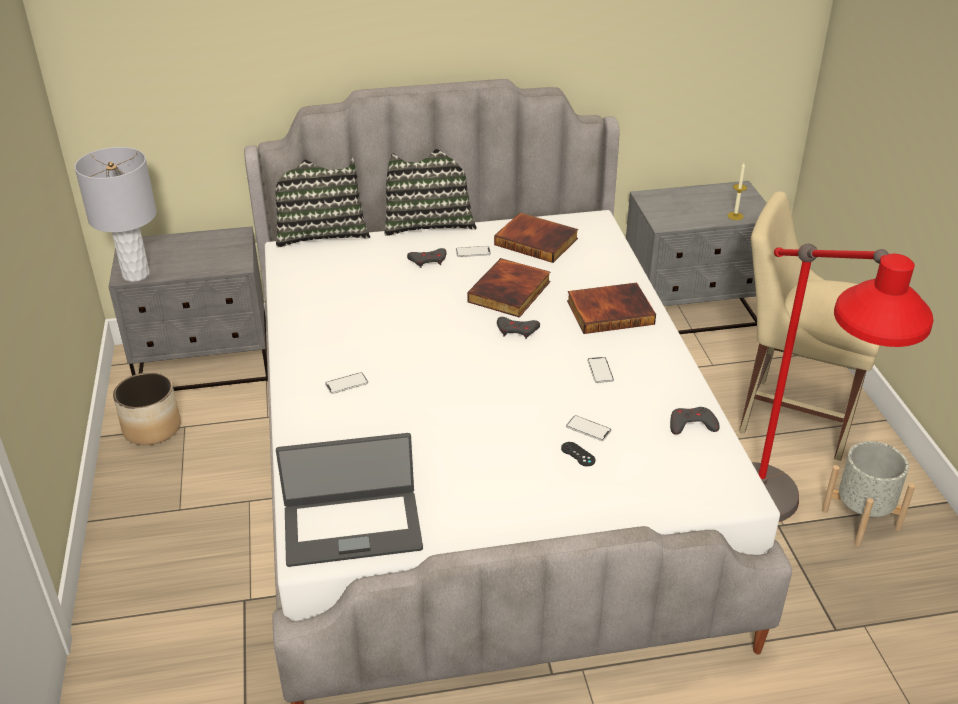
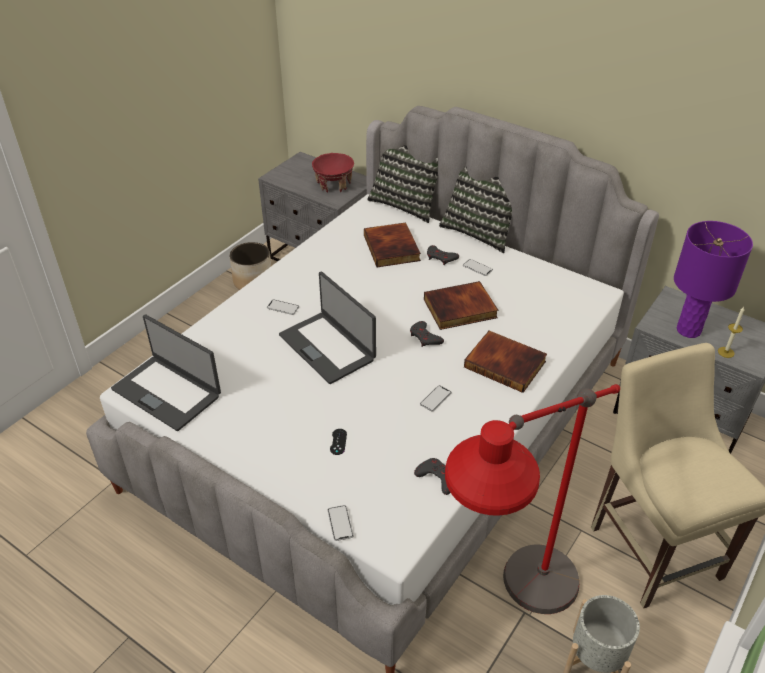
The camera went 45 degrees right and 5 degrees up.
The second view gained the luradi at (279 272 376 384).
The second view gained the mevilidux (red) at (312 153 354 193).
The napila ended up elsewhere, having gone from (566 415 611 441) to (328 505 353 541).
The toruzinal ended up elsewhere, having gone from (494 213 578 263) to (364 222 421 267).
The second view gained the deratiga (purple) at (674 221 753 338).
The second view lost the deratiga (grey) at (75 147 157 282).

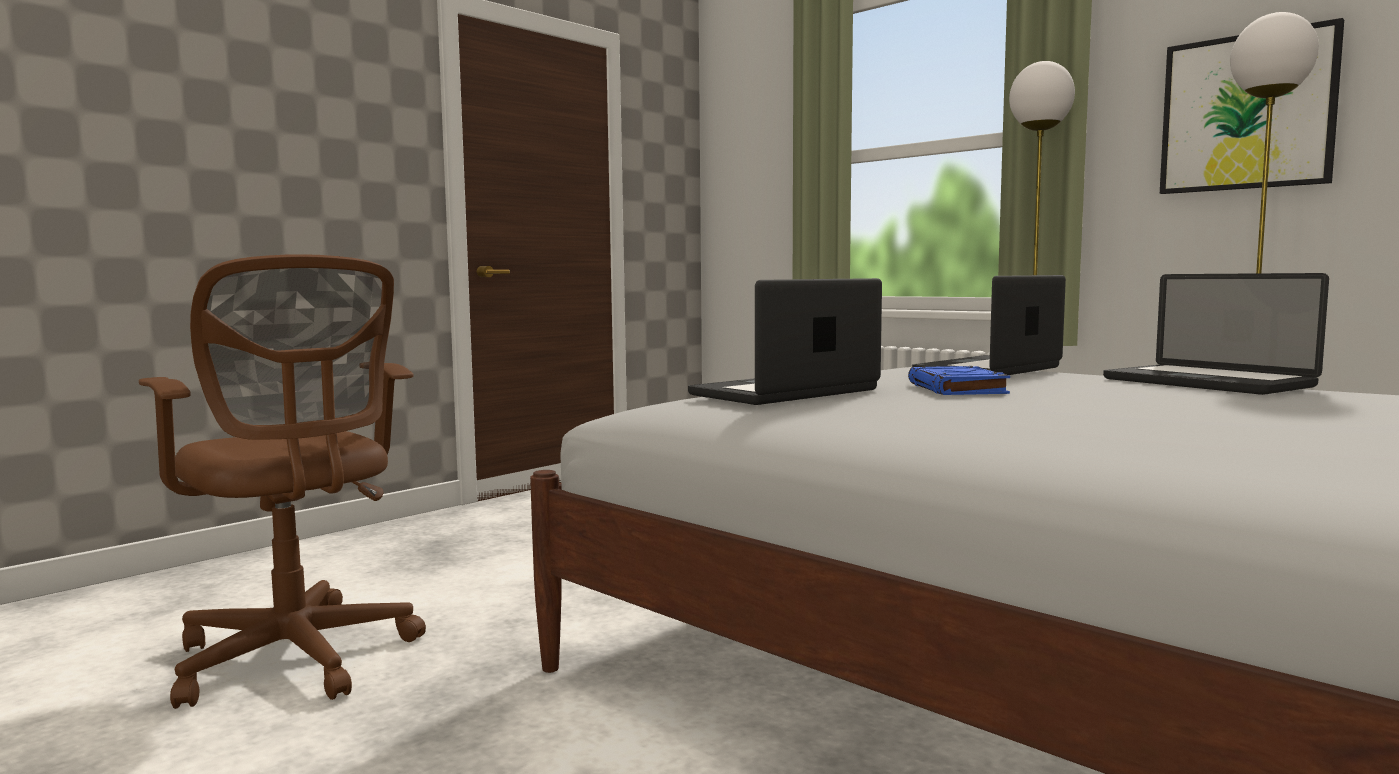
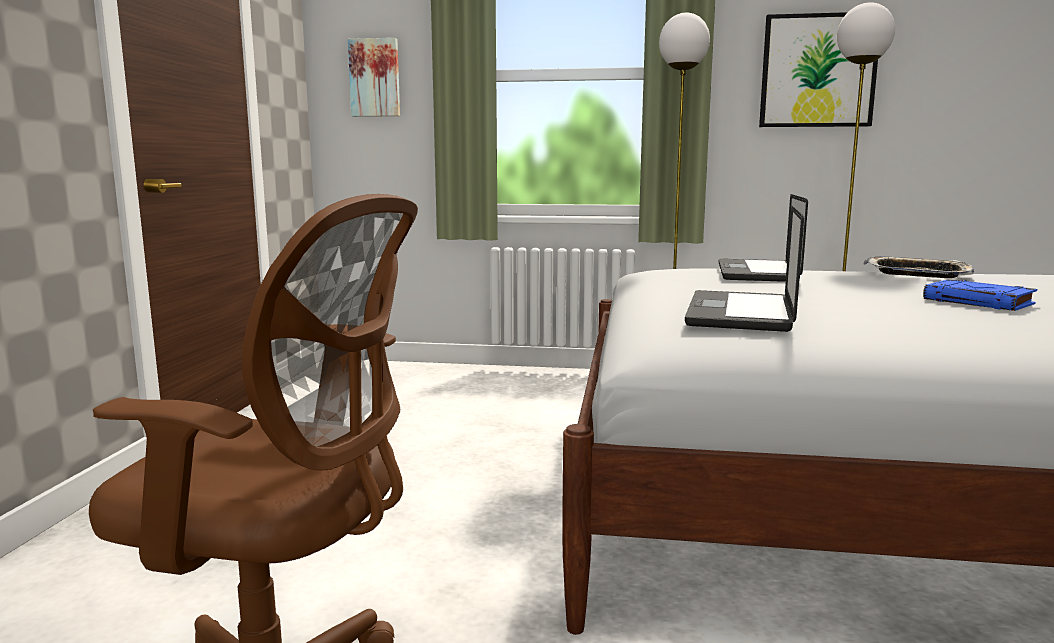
The camera went 35 degrees left and 5 degrees up.
The second view gained the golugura at (348 38 400 117).
Where the luradi stood at (1103 273 1329 395), the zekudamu came to stand at (863 256 974 278).
The toruzinal (blue) ended up elsewhere, having gone from (908 366 1010 395) to (923 279 1037 311).

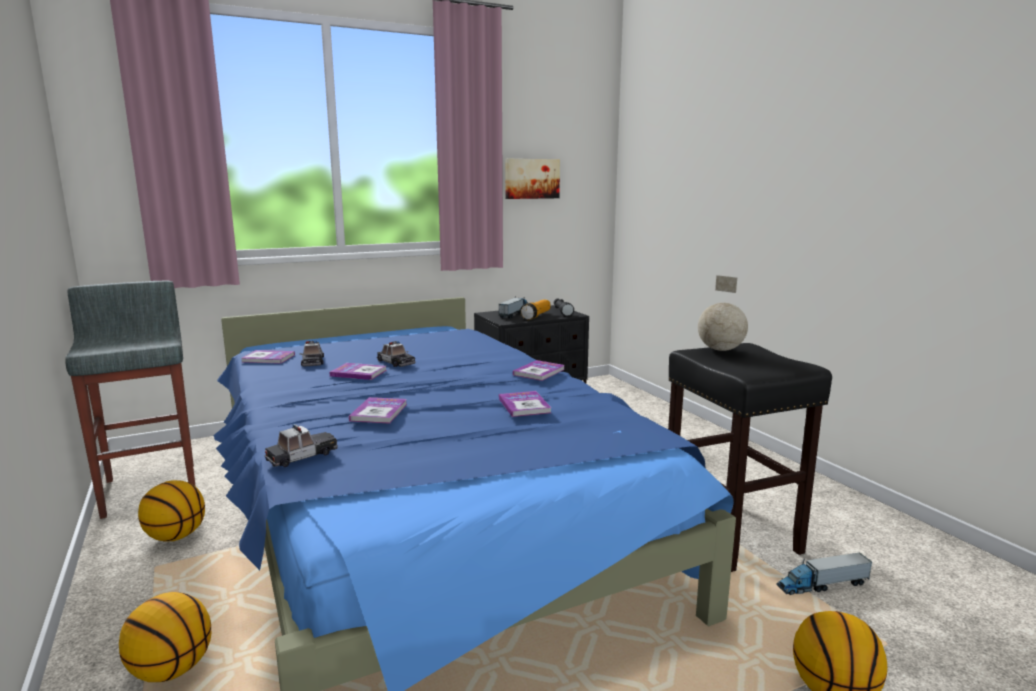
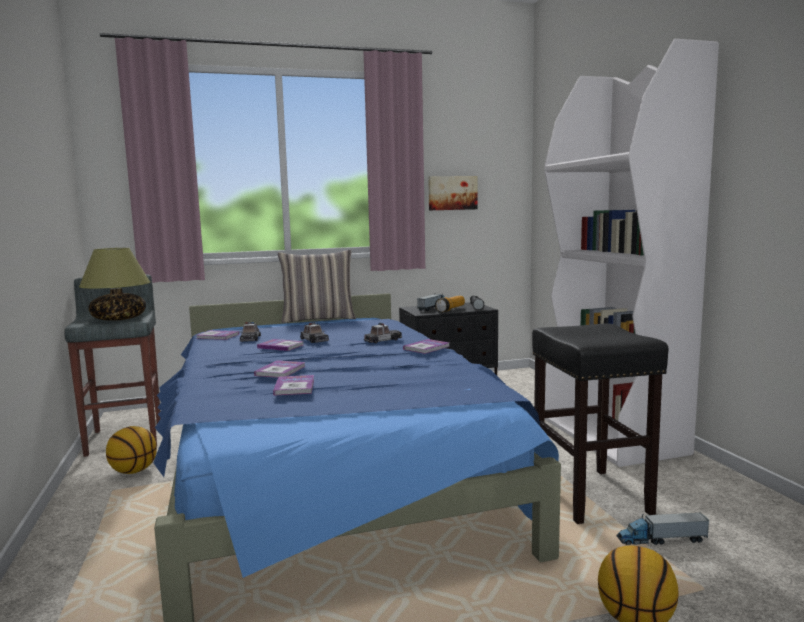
The camera went 10 degrees right and 5 degrees down.
The second view gained the deratiga at (79 248 150 321).
The toruzinal ended up elsewhere, having gone from (499 391 551 417) to (273 375 314 396).
The second view gained the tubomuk at (278 250 356 323).
The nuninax ended up elsewhere, having gone from (265 424 338 467) to (364 322 402 344).
The second view gained the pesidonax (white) at (545 39 719 467).
The second view lost the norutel at (119 592 211 682).
The second view lost the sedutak at (698 275 748 351).

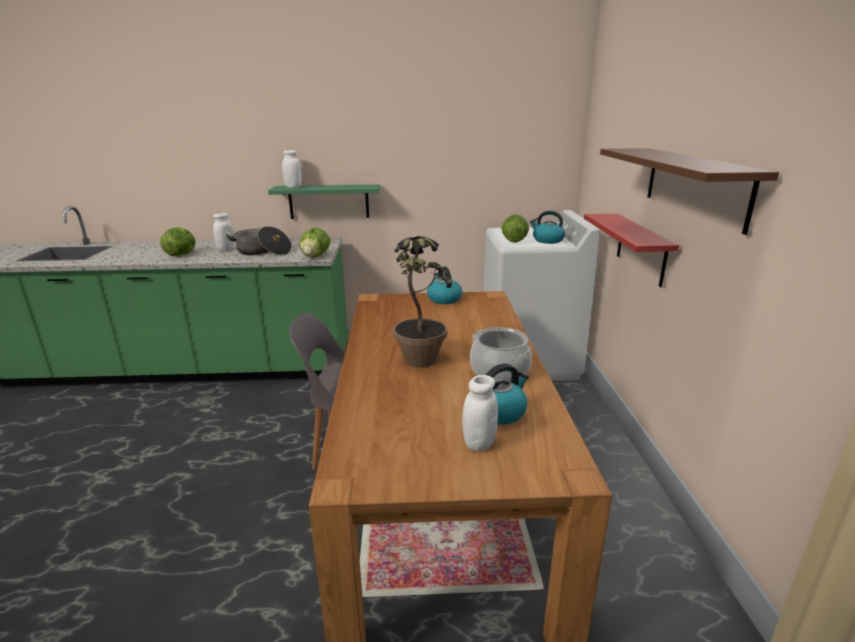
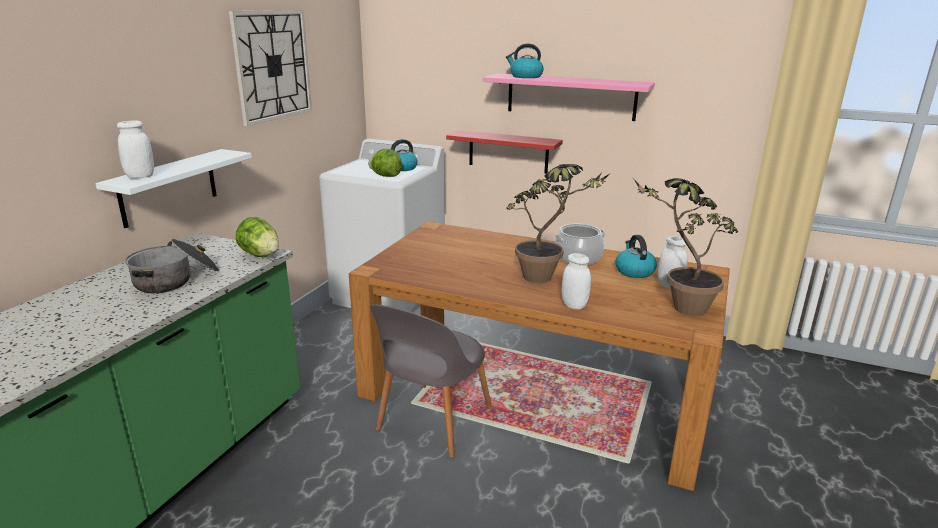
The camera went 65 degrees left and 0 degrees up.
What was the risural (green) at (268 184 380 219) turned into the risural (white) at (95 149 252 228).
The second view gained the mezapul at (229 10 312 126).
What was the risural (brown) at (600 148 779 235) turned into the risural (pink) at (483 73 655 121).
The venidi ended up elsewhere, having gone from (427 266 462 304) to (506 43 544 78).
The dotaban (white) ended up elsewhere, having gone from (213 213 235 251) to (562 253 591 310).
The second view gained the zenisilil at (632 177 738 316).
The second view lost the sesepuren at (160 227 196 256).

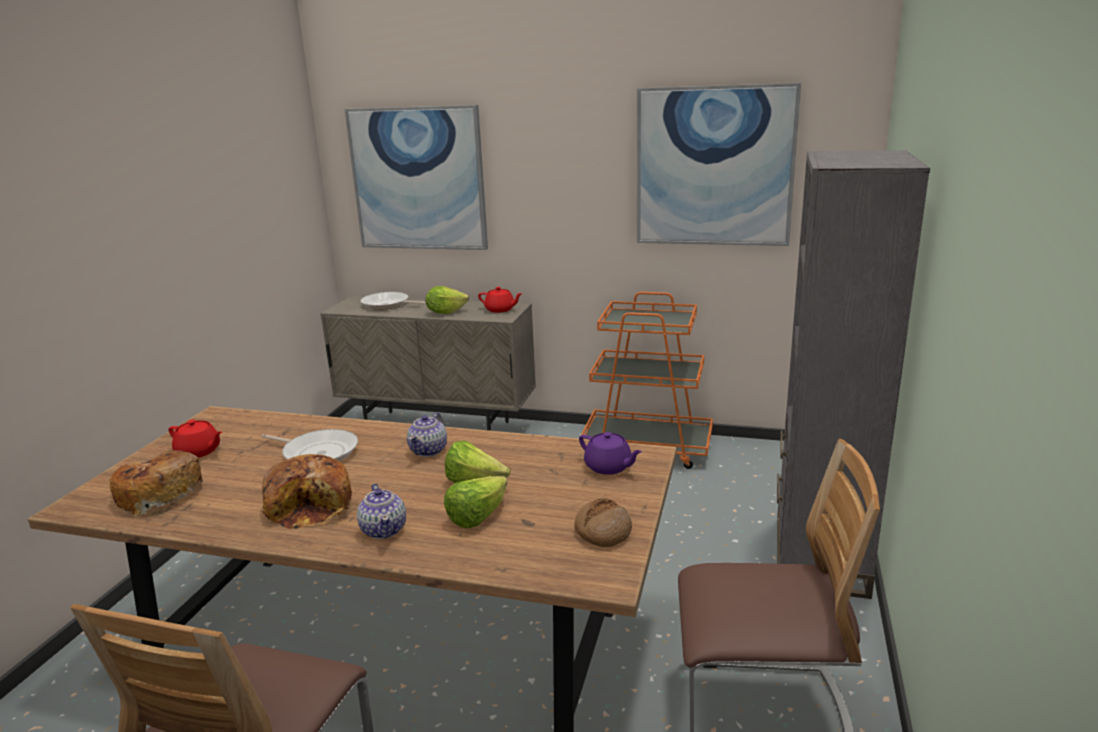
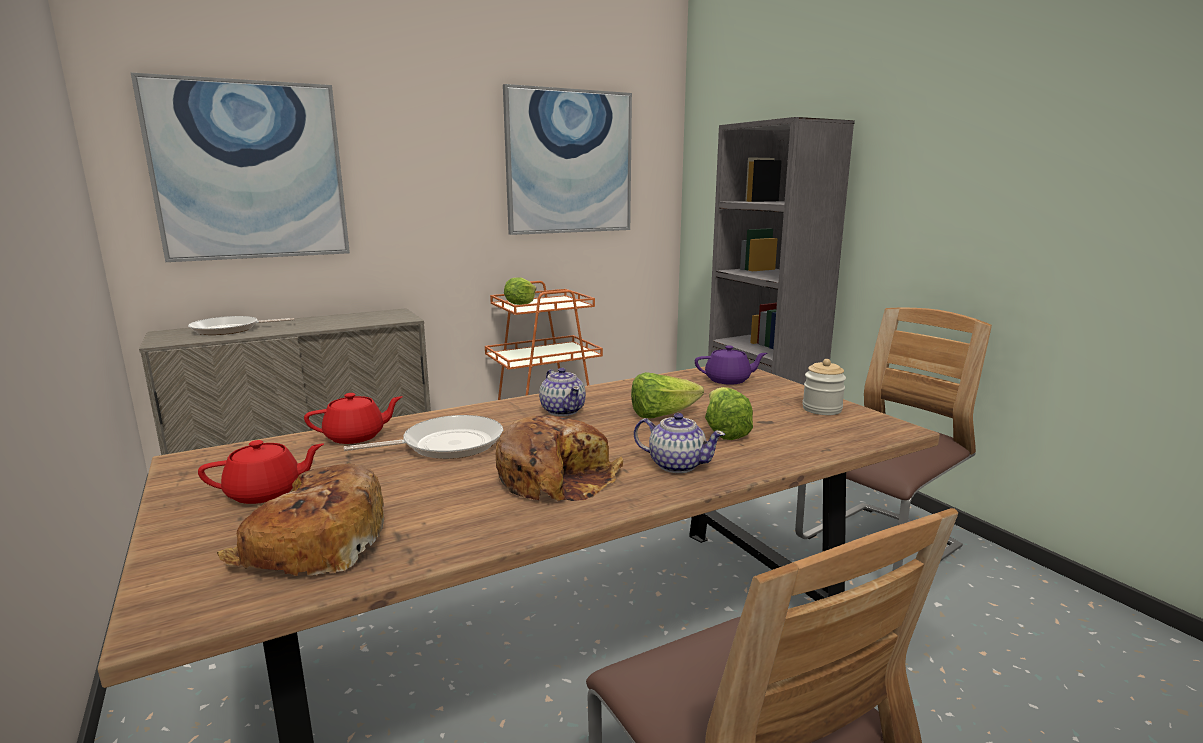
The camera went 45 degrees left and 5 degrees down.
The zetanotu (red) ended up elsewhere, having gone from (478 287 523 313) to (304 393 402 444).
The sesepuren ended up elsewhere, having gone from (425 286 469 314) to (504 277 536 305).
Where the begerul stood at (574 498 632 547), the dotaban came to stand at (802 359 846 415).

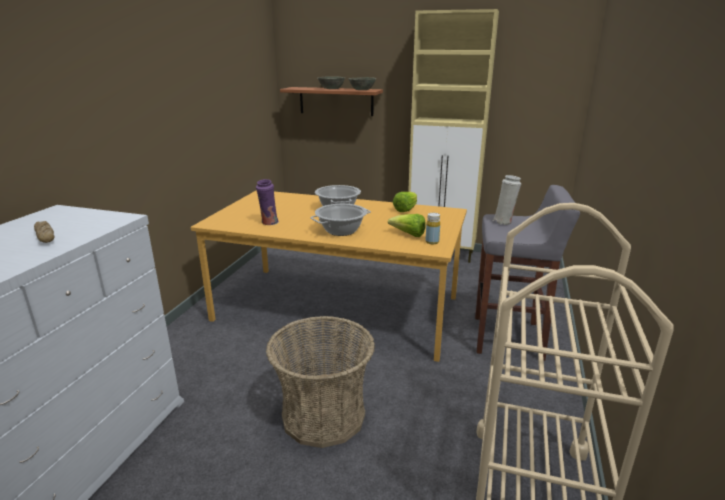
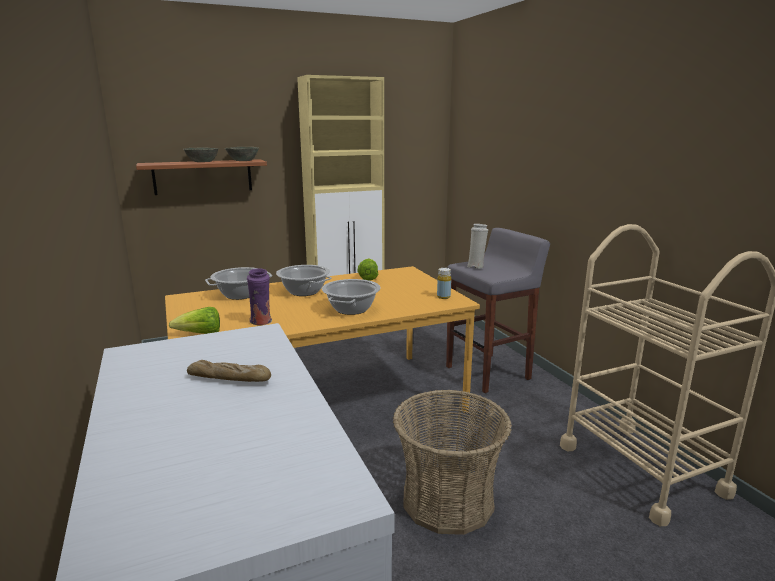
The camera went 40 degrees left and 5 degrees down.
The sesepuren ended up elsewhere, having gone from (388 214 426 237) to (169 307 220 334).
The second view gained the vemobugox at (205 267 272 300).

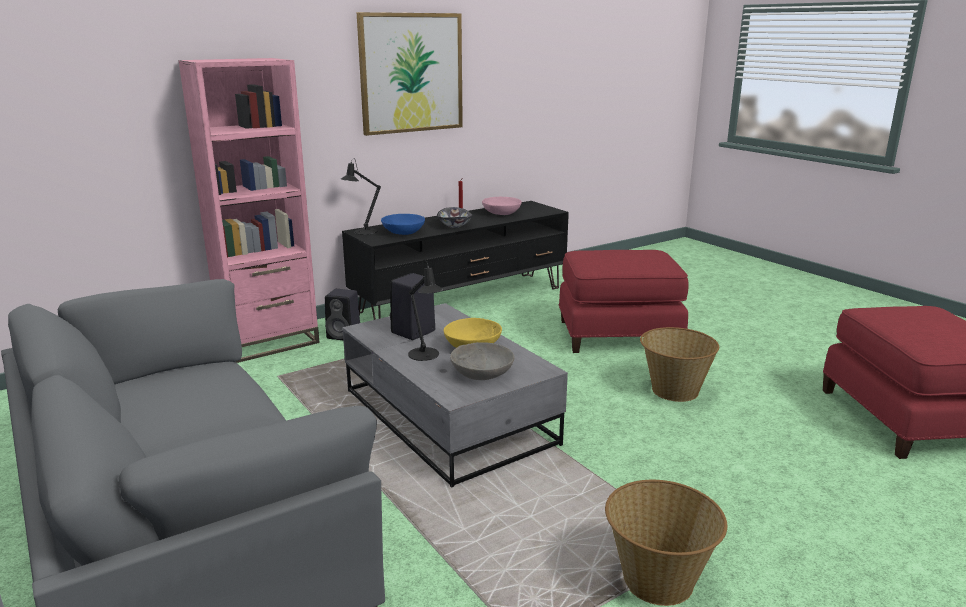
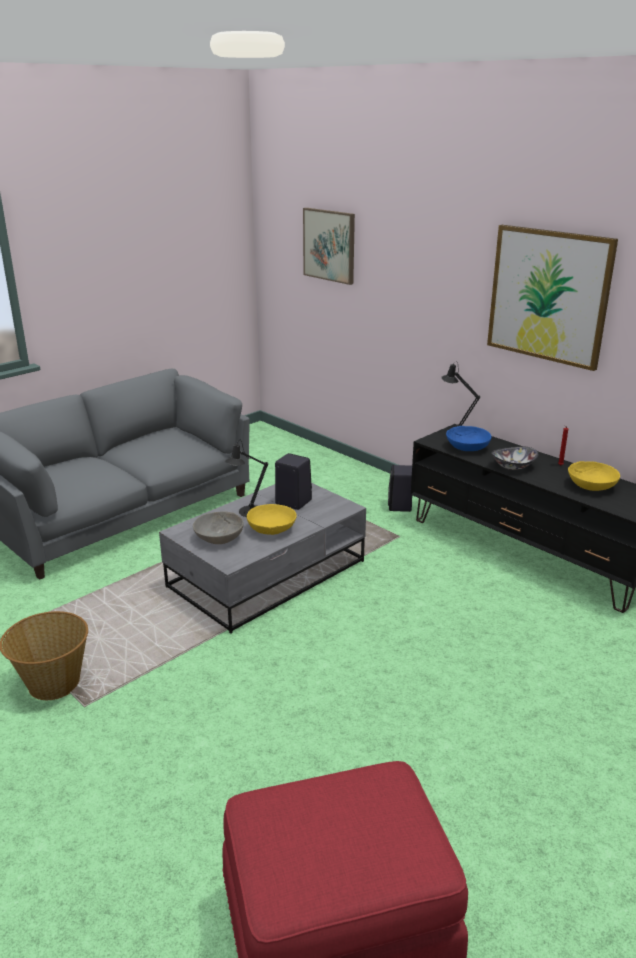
The camera went 80 degrees right and 5 degrees up.
The second view gained the golugura at (303 208 355 285).
What was the mevilidux (pink) at (482 197 522 215) turned into the mevilidux (yellow) at (568 461 620 491).
The second view lost the pesidonax (pink) at (178 58 320 363).
The second view lost the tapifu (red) at (559 250 689 353).
The second view lost the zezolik at (640 327 719 402).

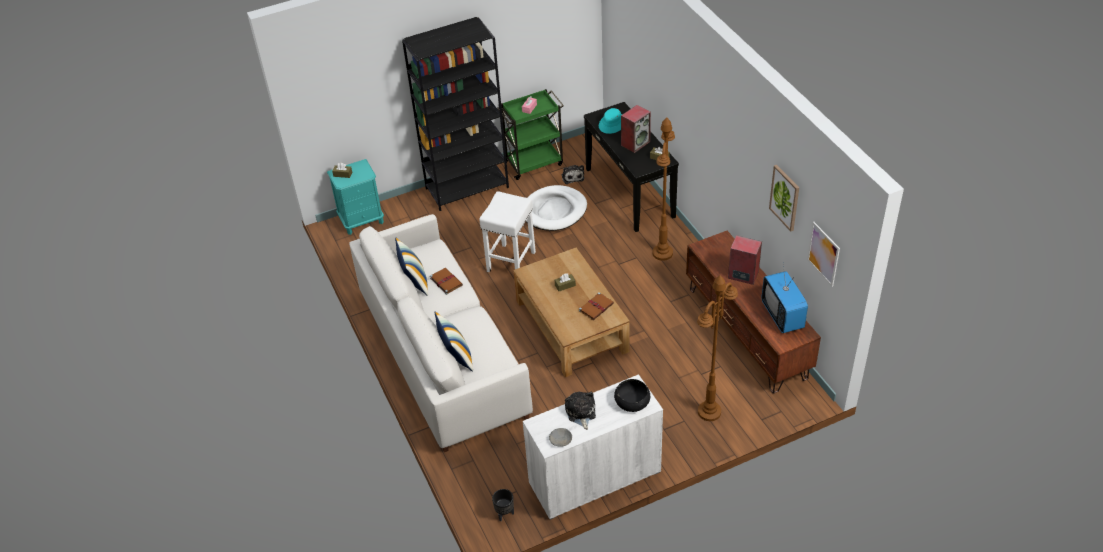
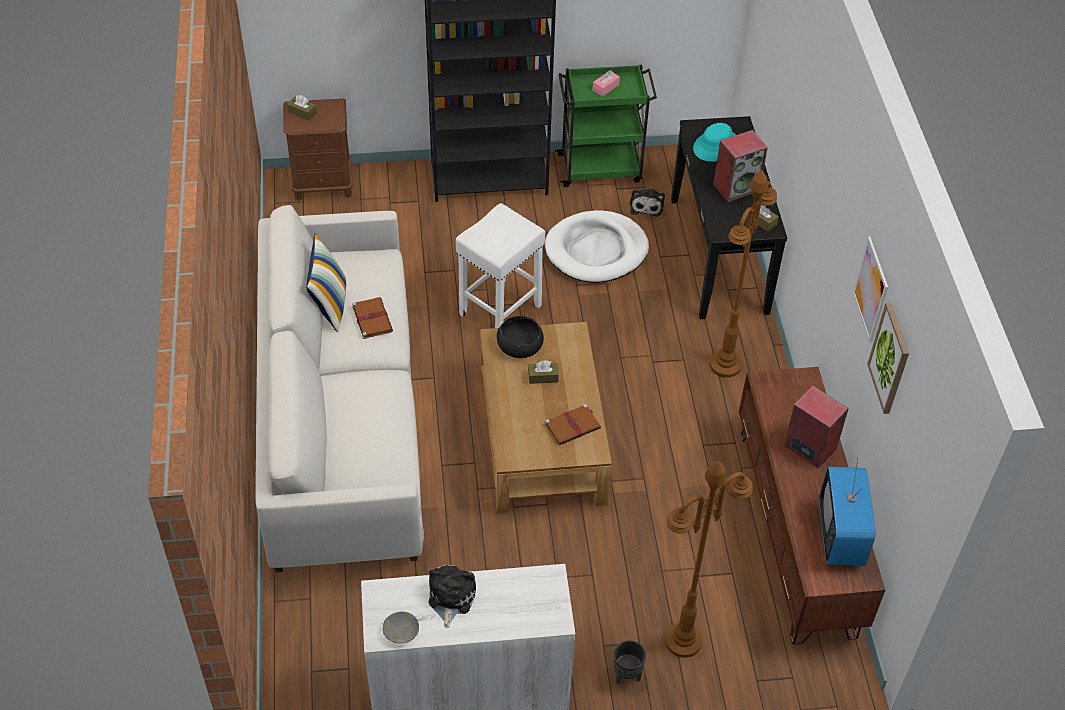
The camera went 15 degrees right and 5 degrees up.
What was the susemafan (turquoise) at (327 159 384 235) turned into the susemafan (brown) at (283 98 353 201).
The mevilidux (black) ended up elsewhere, having gone from (614 379 650 412) to (497 316 544 358).
The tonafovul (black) ended up elsewhere, having gone from (492 489 514 521) to (614 641 646 685).
The golugura ended up elsewhere, having gone from (807 222 840 287) to (853 236 888 343).
The second view lost the tubomuk at (434 312 473 371).

